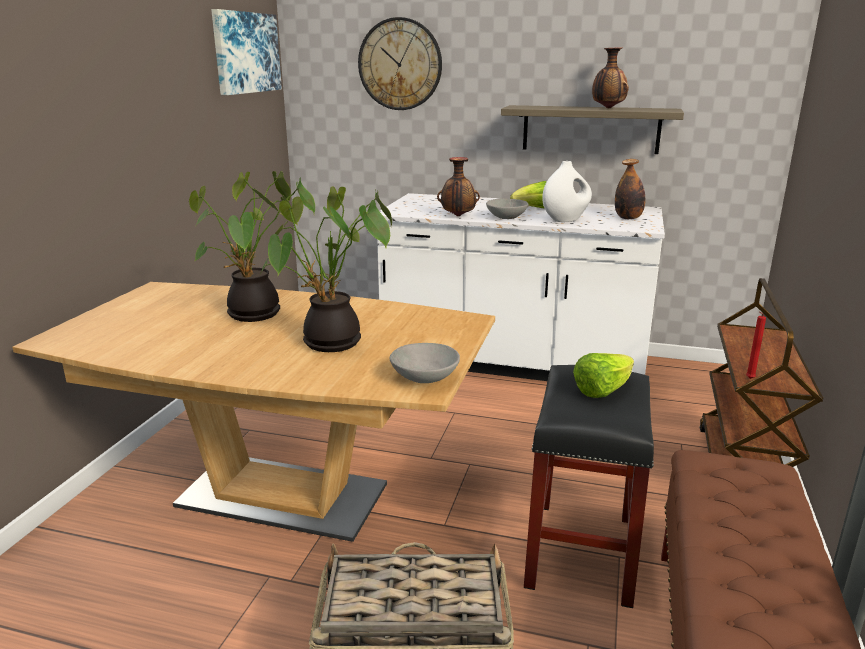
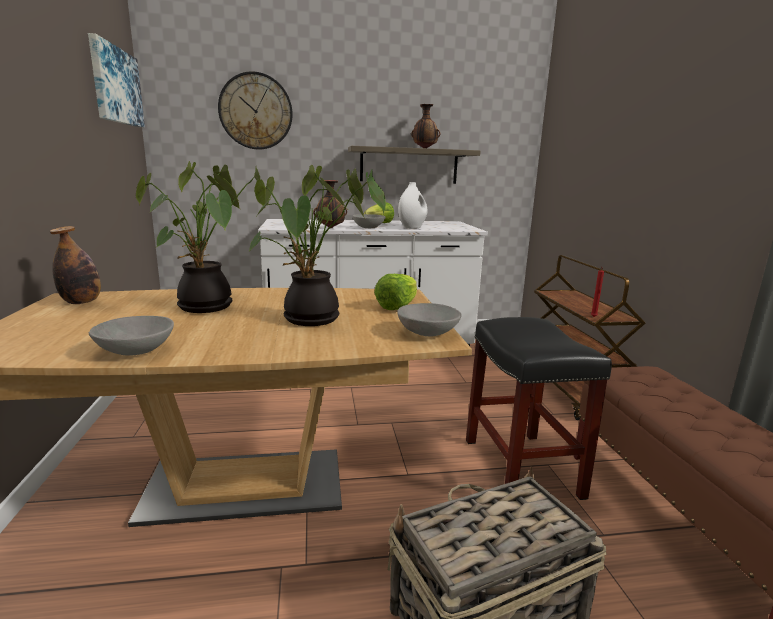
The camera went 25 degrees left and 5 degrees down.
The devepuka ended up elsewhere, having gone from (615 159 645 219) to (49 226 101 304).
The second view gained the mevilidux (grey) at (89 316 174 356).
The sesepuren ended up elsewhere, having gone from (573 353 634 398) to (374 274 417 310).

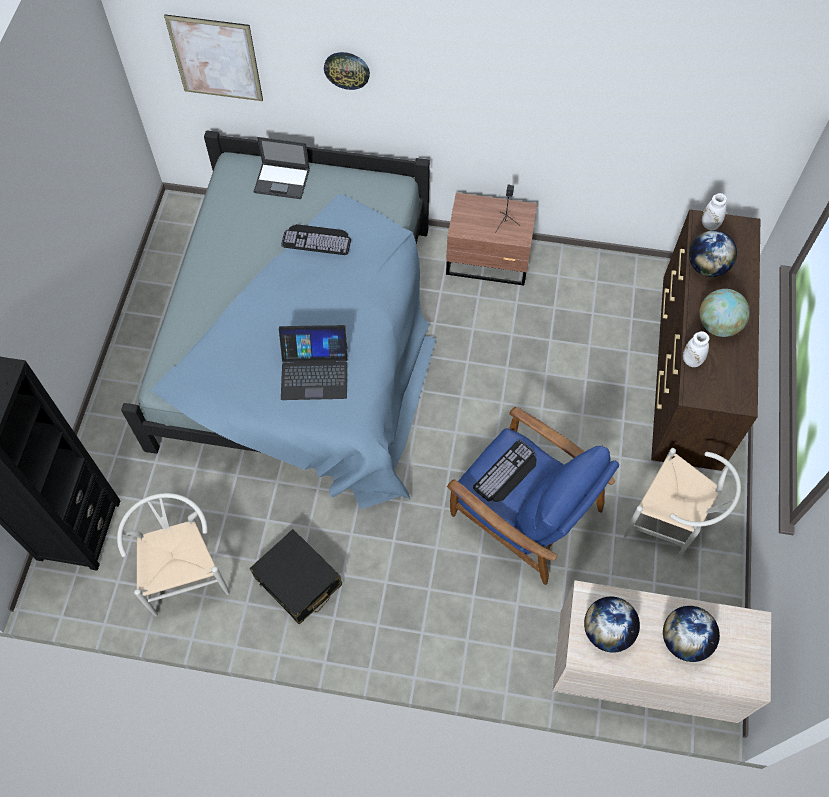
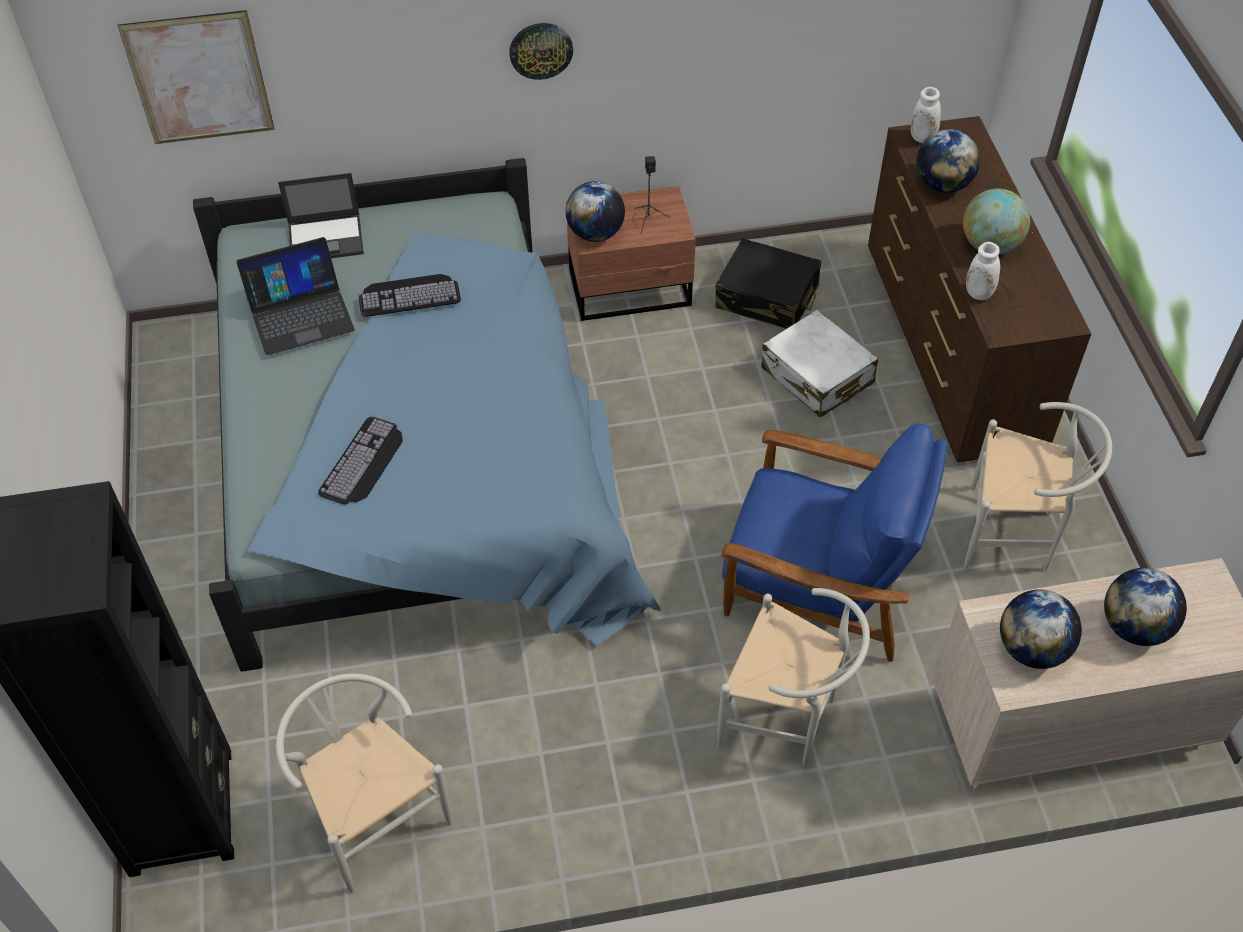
The camera went 20 degrees left and 10 degrees down.
The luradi ended up elsewhere, having gone from (279 325 347 400) to (236 237 355 355).
The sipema ended up elsewhere, having gone from (473 440 537 502) to (318 417 403 504).
The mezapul ended up elsewhere, having gone from (324 52 370 90) to (509 23 573 80).
The second view gained the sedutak at (565 181 625 242).
The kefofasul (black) ended up elsewhere, having gone from (249 529 342 624) to (715 238 821 329).
The second view gained the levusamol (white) at (717 588 870 766).
The second view gained the kefofasul (white) at (762 310 878 418).

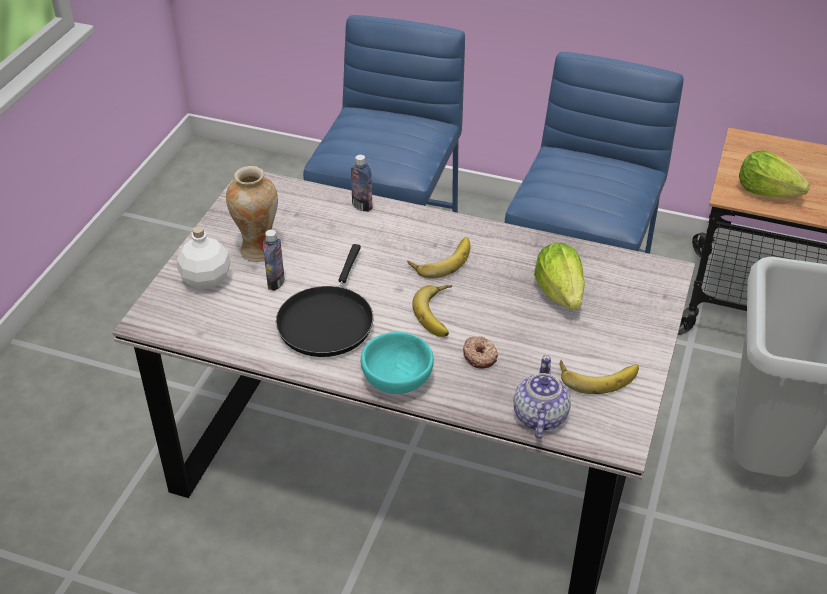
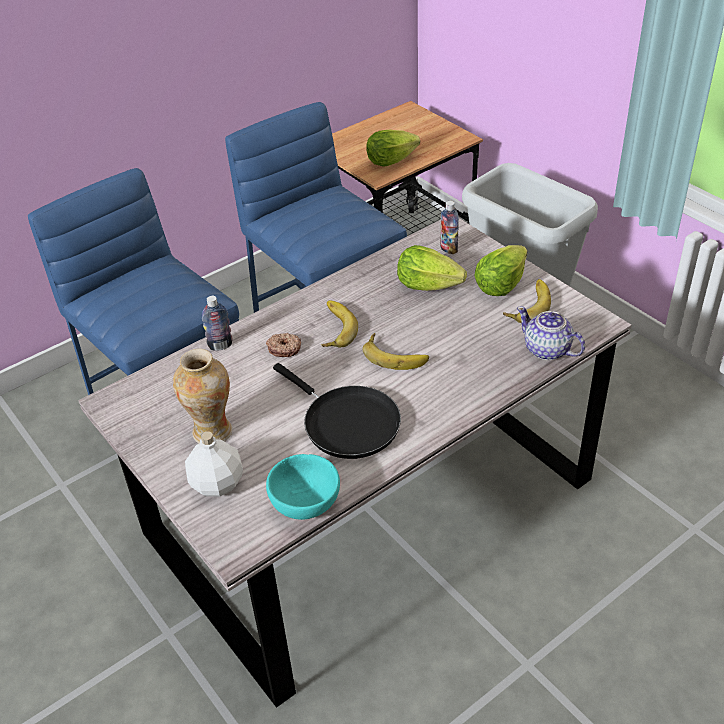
The camera went 55 degrees left and 0 degrees up.
The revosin ended up elsewhere, having gone from (463 336 498 369) to (266 333 301 357).
The mevilidux (turquoise) ended up elsewhere, having gone from (361 332 434 394) to (266 454 340 520).
The devepuka ended up elsewhere, having gone from (263 230 285 291) to (440 201 459 254).
The second view gained the sesepuren at (474 245 527 296).

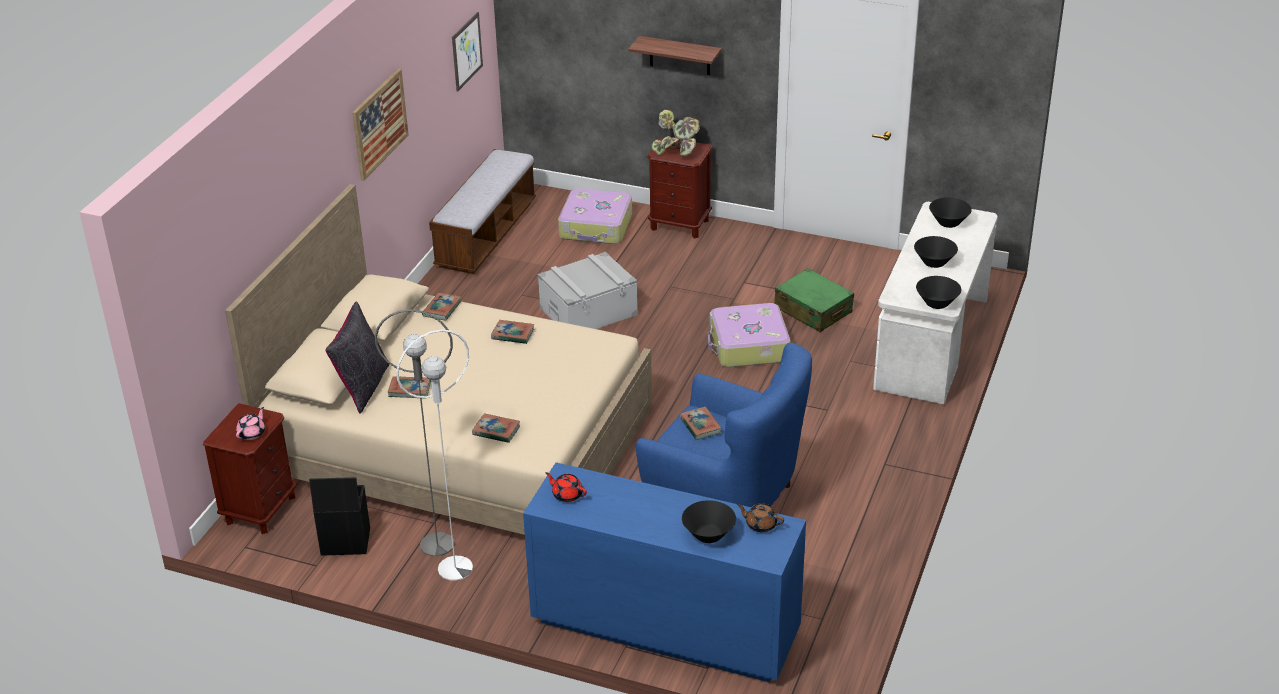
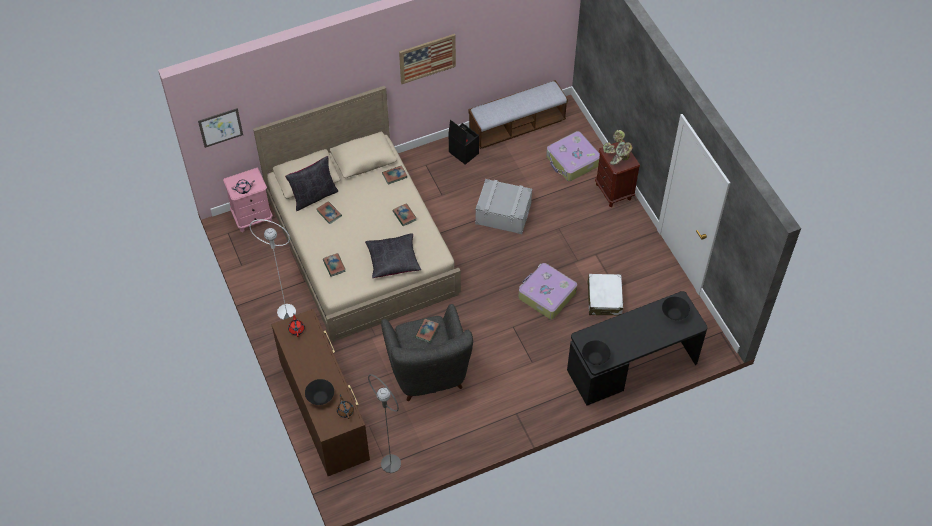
The camera went 45 degrees right and 20 degrees up.
The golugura ended up elsewhere, having gone from (452 12 483 92) to (198 108 243 148).
What was the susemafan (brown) at (203 403 296 534) turned into the susemafan (pink) at (223 168 273 232).
What was the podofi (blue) at (523 462 806 682) turned into the podofi (brown) at (271 309 370 476).
The second view gained the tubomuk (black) at (365 233 421 278).
The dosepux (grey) ended up elsewhere, having gone from (375 309 455 556) to (368 374 401 473).
What was the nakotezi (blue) at (636 343 812 507) turned into the nakotezi (grey) at (381 304 473 401).
The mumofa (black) ended up elsewhere, having gone from (309 477 370 556) to (449 120 479 165).
What was the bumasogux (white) at (873 202 998 404) turned into the bumasogux (black) at (567 291 708 405).
What was the kefofasul (green) at (774 268 854 332) turned into the kefofasul (white) at (588 274 624 315).
The second view lost the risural at (628 36 721 75).
The second view lost the mevilidux (black) at (914 236 958 268).

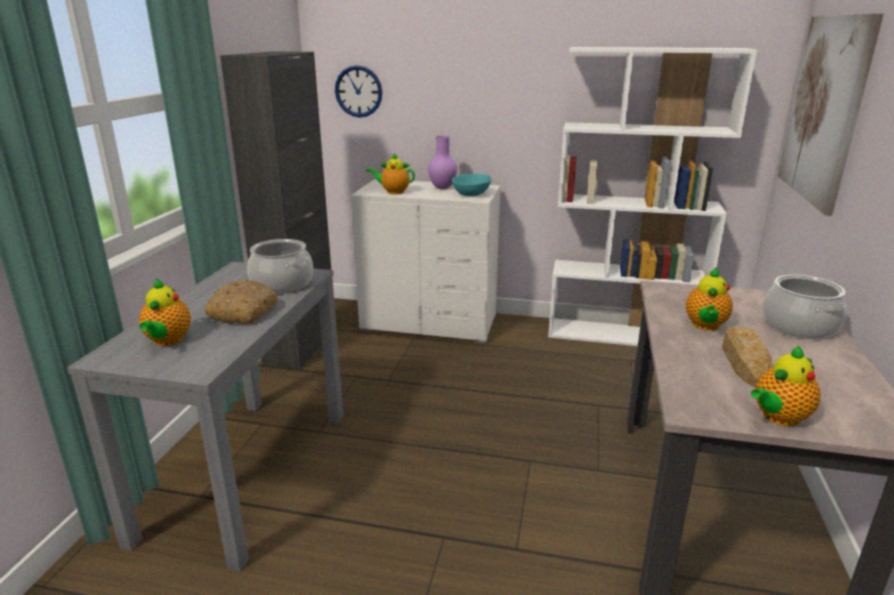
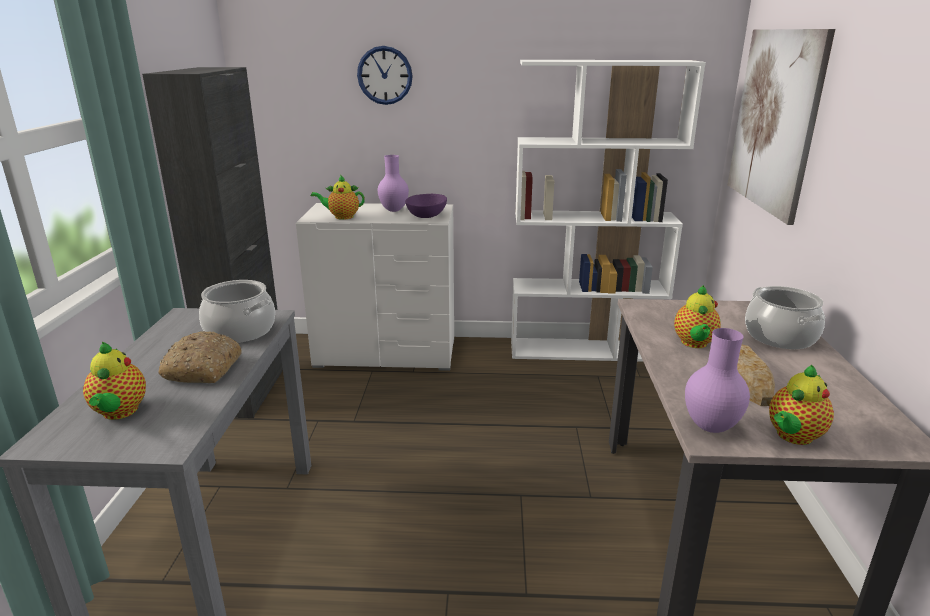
The camera went 10 degrees left and 0 degrees up.
The mezapul ended up elsewhere, having gone from (335 65 382 118) to (357 46 413 105).
What was the mevilidux (turquoise) at (452 174 492 196) turned into the mevilidux (purple) at (405 194 447 218).
The second view gained the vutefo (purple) at (685 328 750 433).

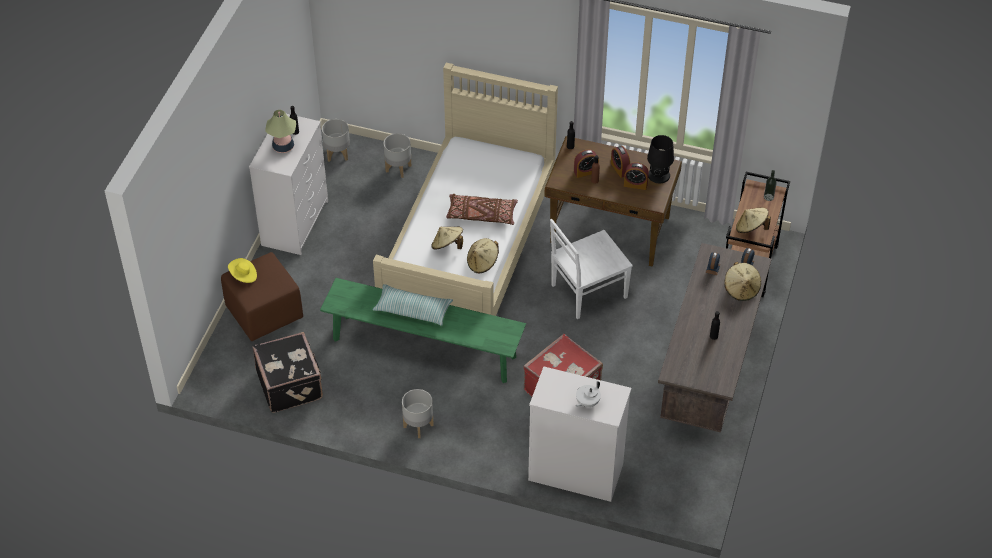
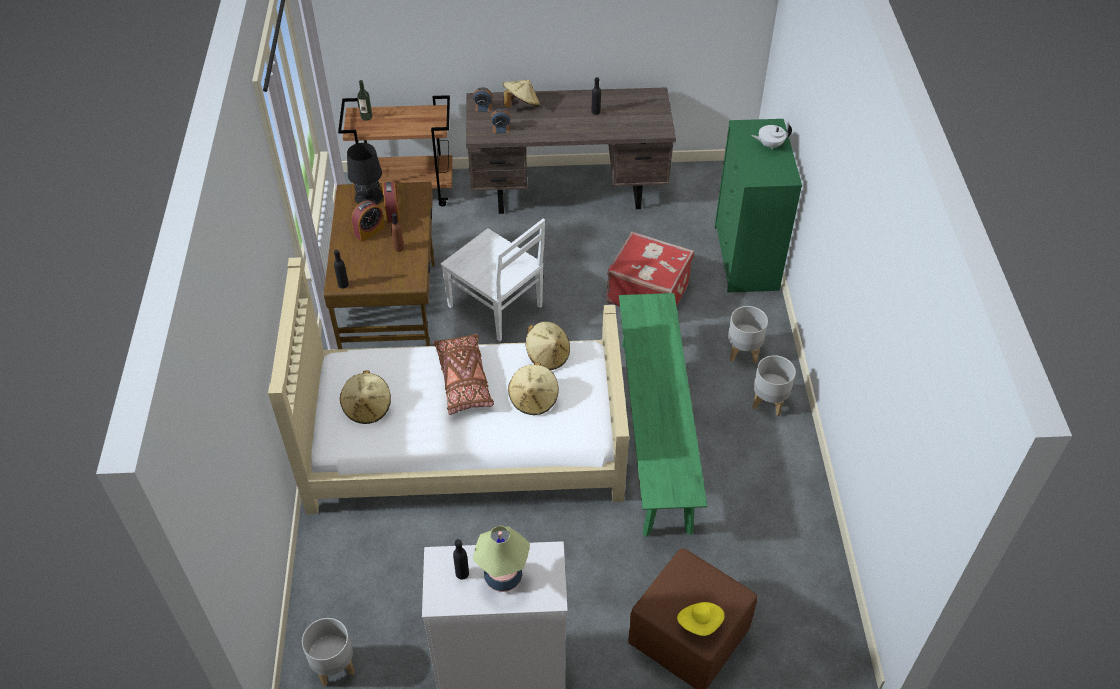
The camera went 110 degrees left and 0 degrees up.
The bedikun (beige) ended up elsewhere, having gone from (736 207 771 233) to (340 371 391 424).
What was the podofi (white) at (528 366 631 502) turned into the podofi (green) at (715 119 802 293).
The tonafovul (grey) ended up elsewhere, having gone from (384 133 411 178) to (728 306 768 363).
The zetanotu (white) at (576 381 601 407) ended up facing another way, 150 degrees clockwise from before.
The second view lost the kefofasul (black) at (252 332 323 413).
The second view lost the tubomuk at (373 284 453 326).
The second view lost the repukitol at (574 149 599 178).

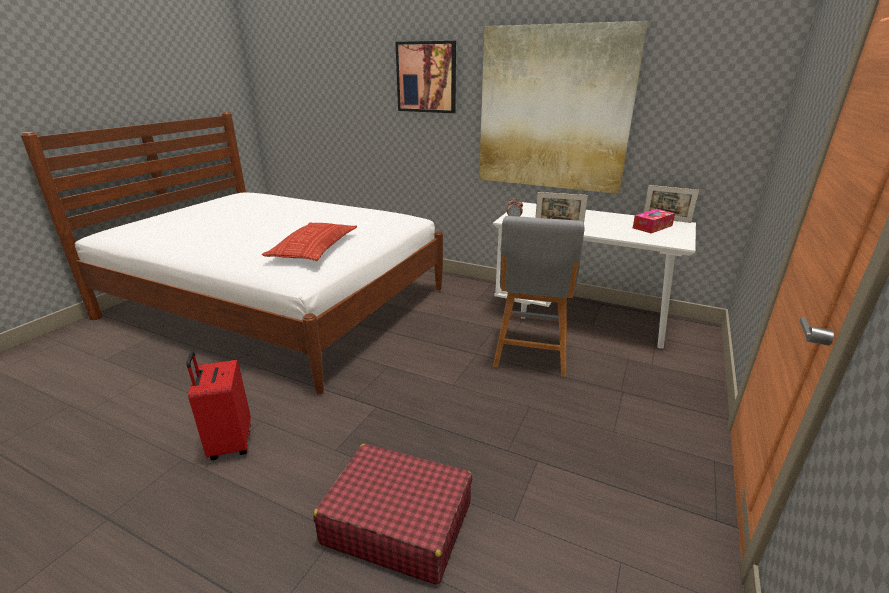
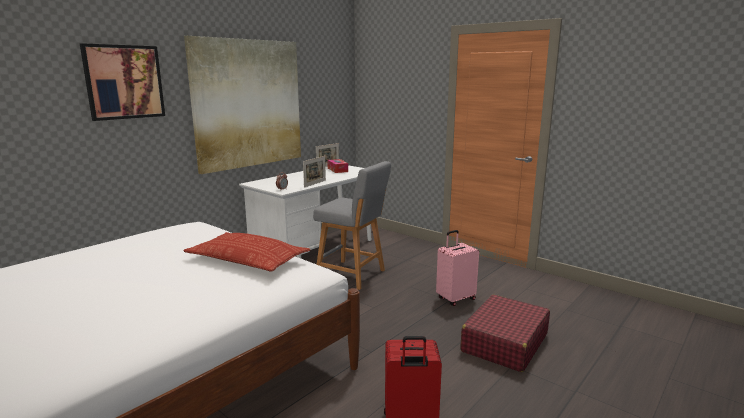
The camera went 75 degrees left and 10 degrees down.
The second view gained the kefofasul (pink) at (436 230 479 306).

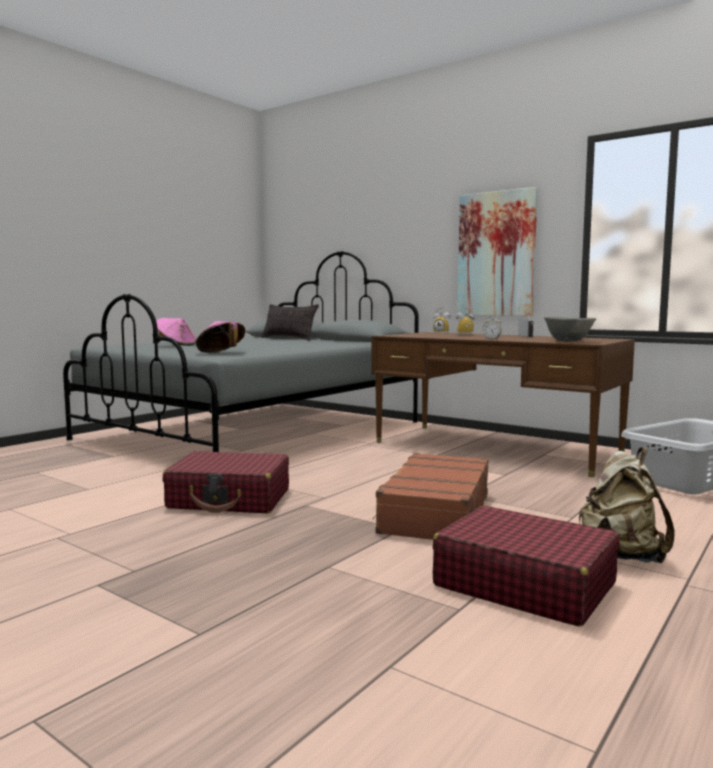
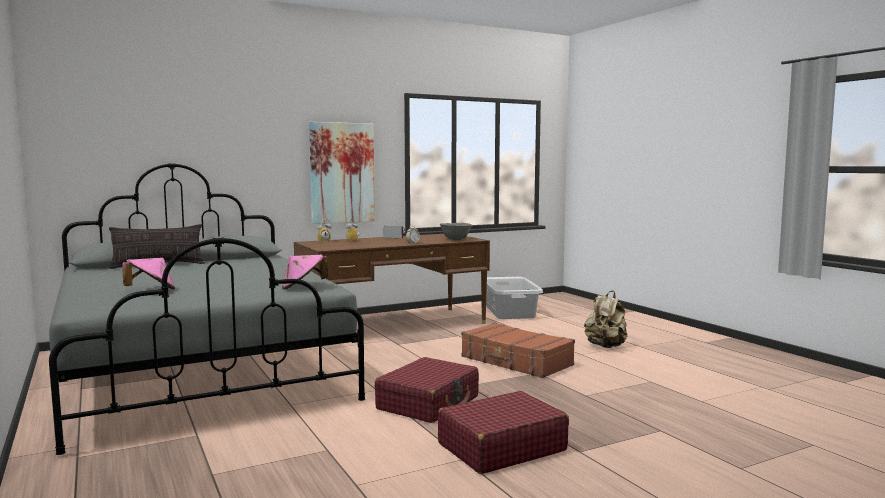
The camera went 65 degrees left and 0 degrees up.
The kefofasul (red) ended up elsewhere, having gone from (433 506 620 627) to (438 391 569 474).

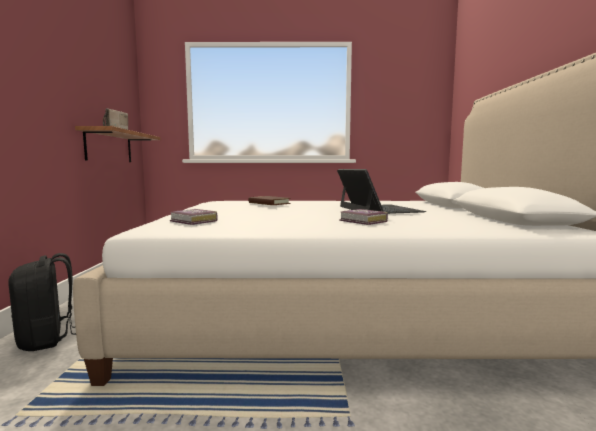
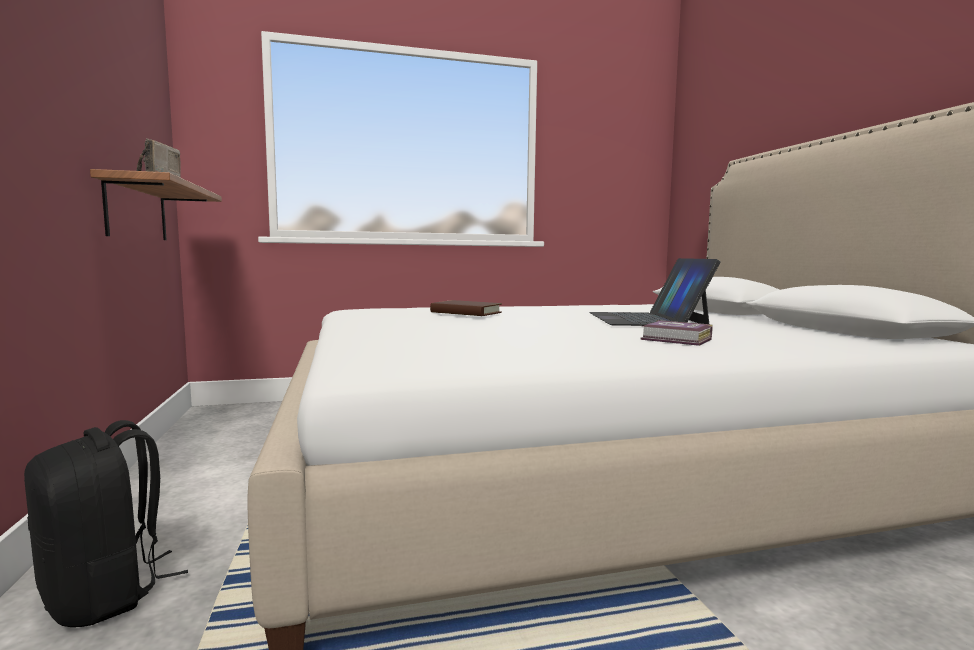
The camera went 15 degrees left and 0 degrees up.
The luradi at (337 169 426 214) ended up facing another way, 150 degrees counterclockwise from before.
The second view lost the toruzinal at (170 209 218 225).

